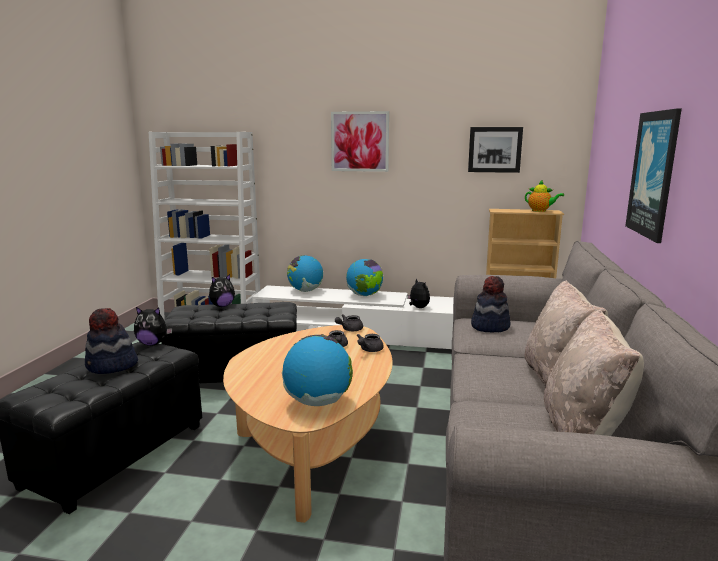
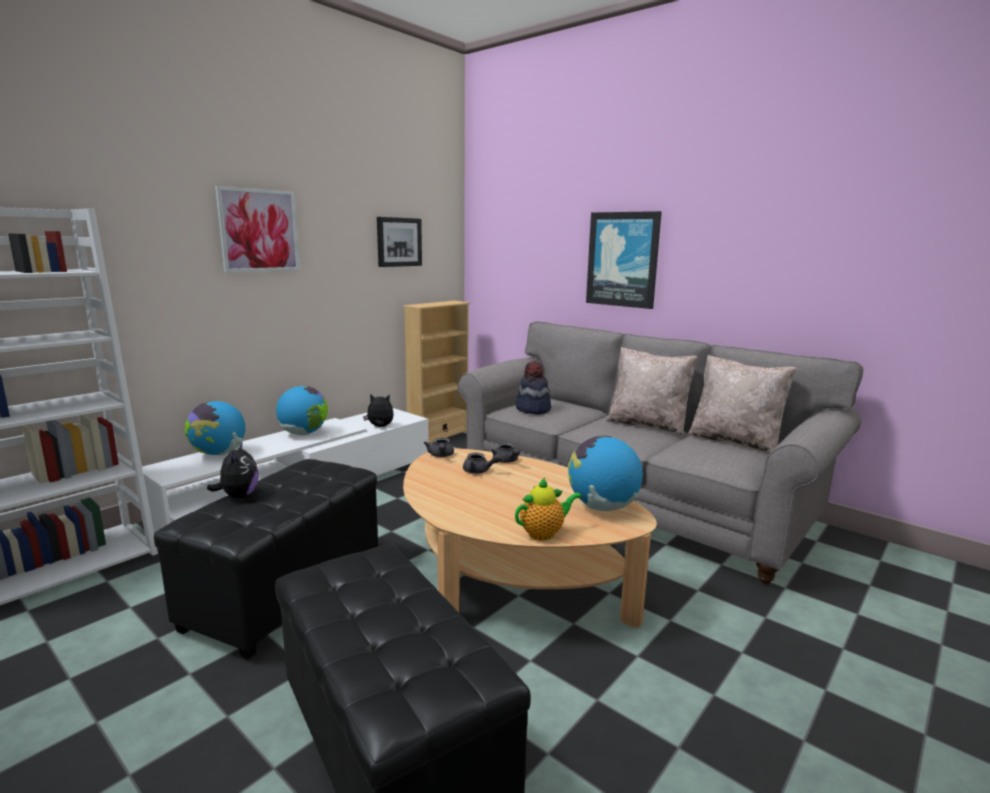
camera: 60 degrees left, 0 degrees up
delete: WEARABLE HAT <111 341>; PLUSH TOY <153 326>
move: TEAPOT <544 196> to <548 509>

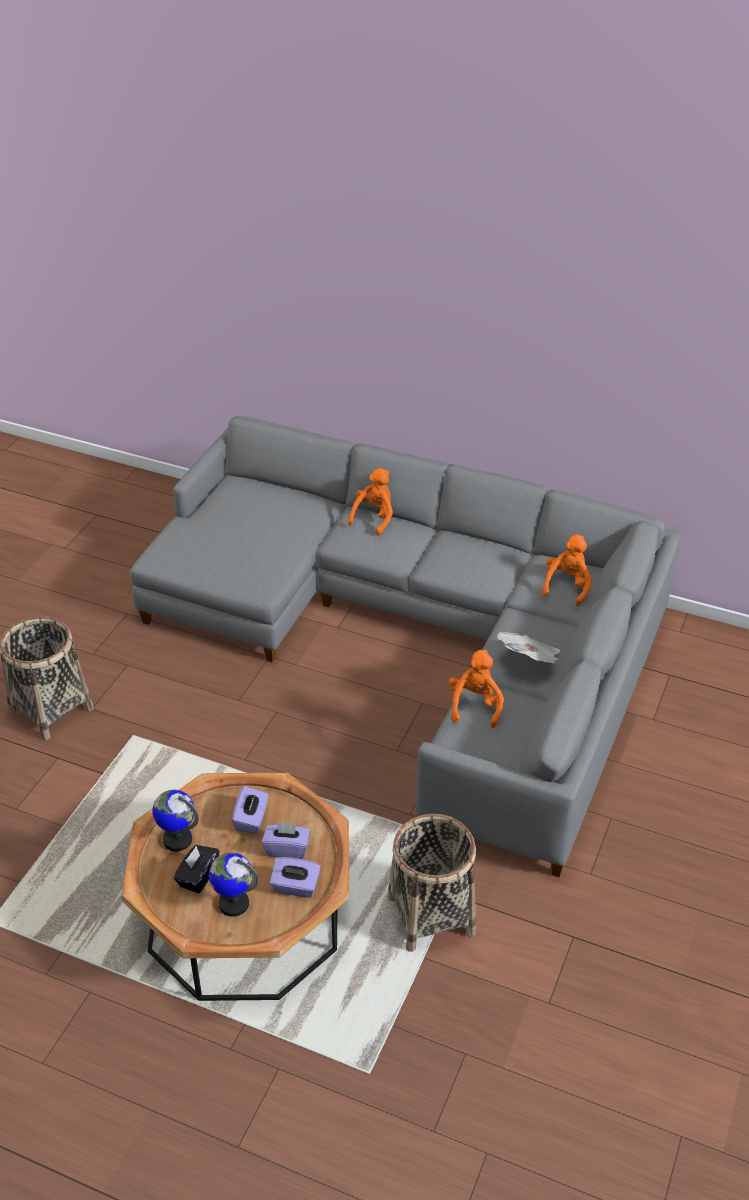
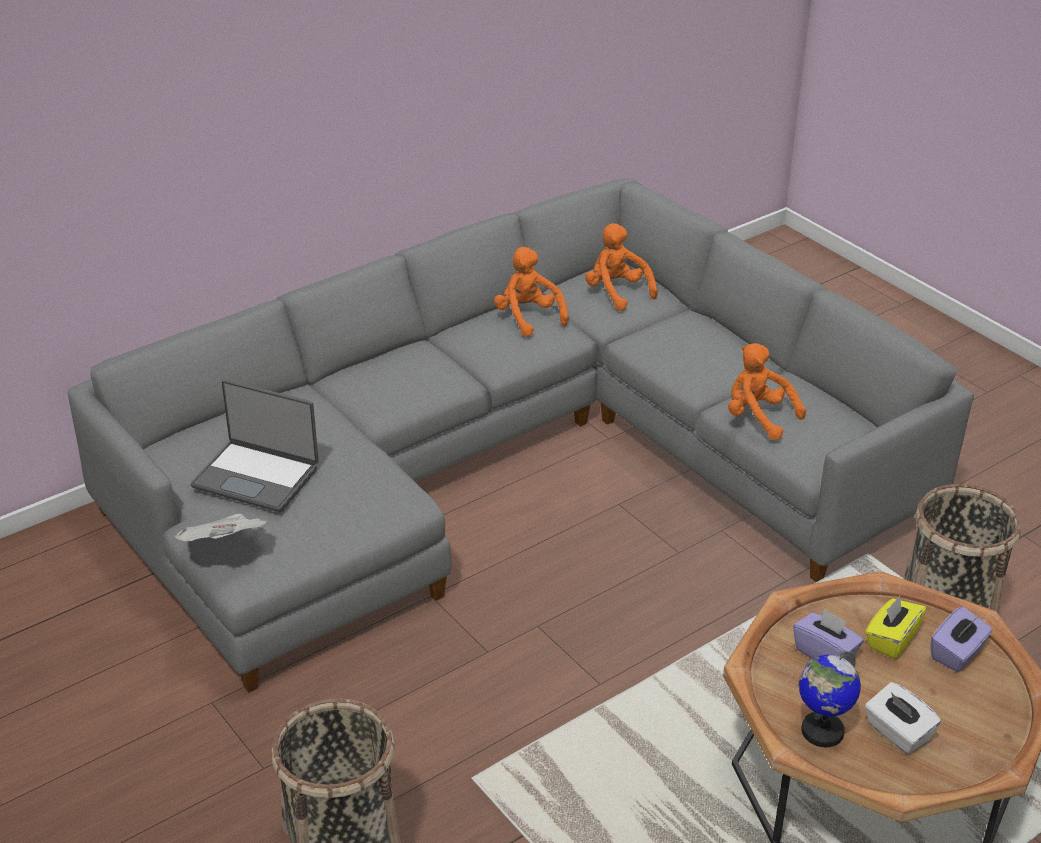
camera: 60 degrees left, 5 degrees down
delete: DESK GLOBE <234 884>
insert: NOTEBOOK COMPUTER <255 445>
move: ORANGEY PLUSH TOY <370 502> to <531 292>; NEWSPAPER <528 648> to <222 527>
recolor: BLACKISH TISSUE HOLDER <197 869> to WHITISH TISSUE HOLDER <903 718>; PURPLE-COLOURED TISSUE HOLDER <286 840> to YELLOW-COLOURED TISSUE HOLDER <896 627>

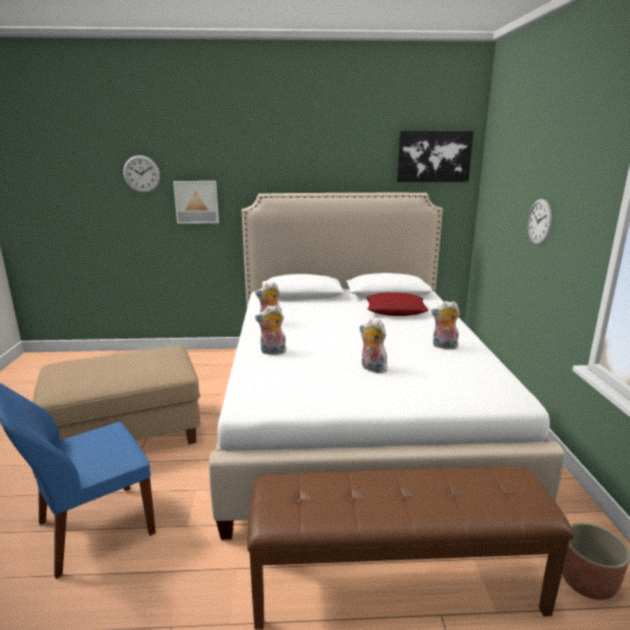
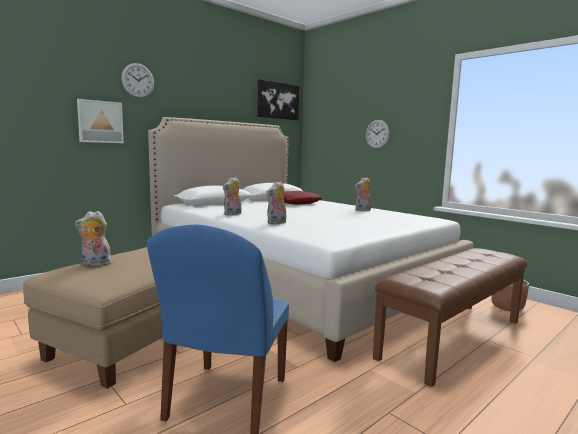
camera: 40 degrees left, 10 degrees down
move: WALL CLOCK <141 174> to <137 80>; PLUSH TOY <373 345> to <93 238>

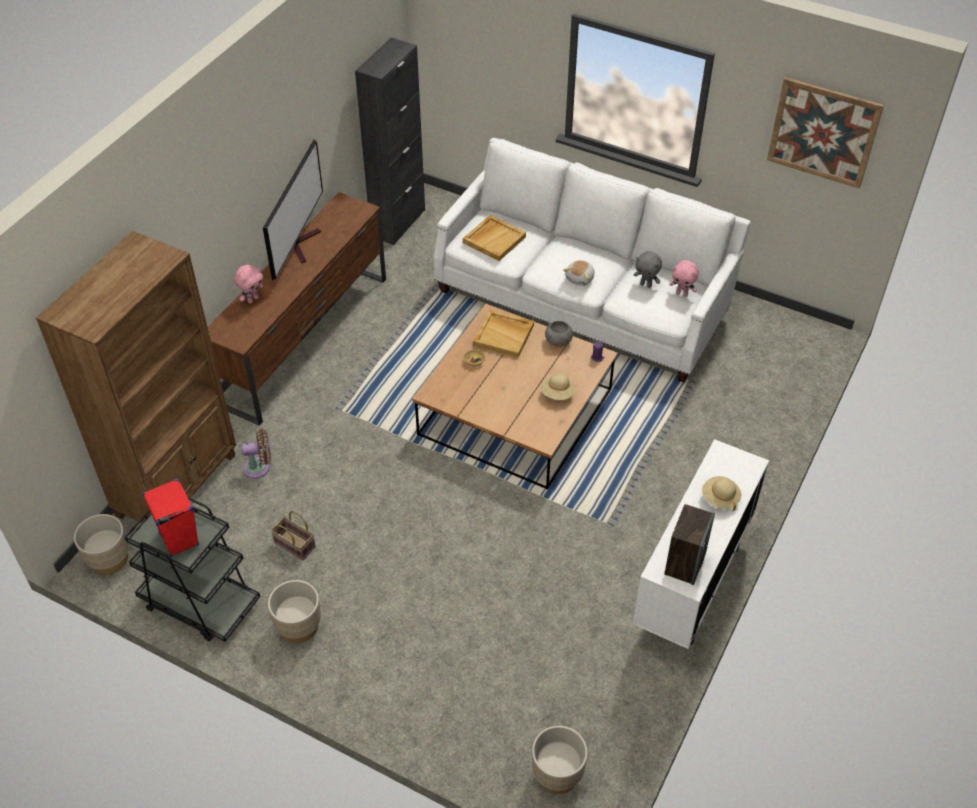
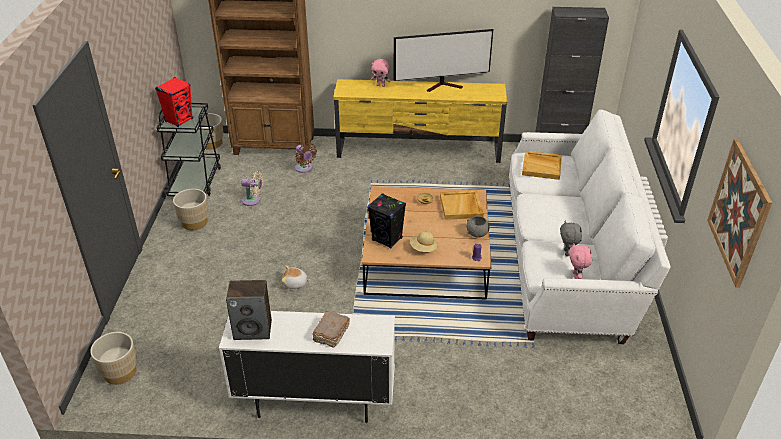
camera: 65 degrees right, 10 degrees down
insert: BLACKISH LOUDSPEAKER <387 221>
move: PLUSH TOY <579 273> to <296 277>
replace: BASKET <293 536> to SAND-COLOURED FAN <252 188>; SAND-COLOURED WEARABLE HAT <721 493> to BROWN-COLOURED BOUND BOOK <331 329>
recolor: BROWN-COLOURED MEDIA CONSOLE <297 309> to YELLOW-COLOURED MEDIA CONSOLE <420 121>

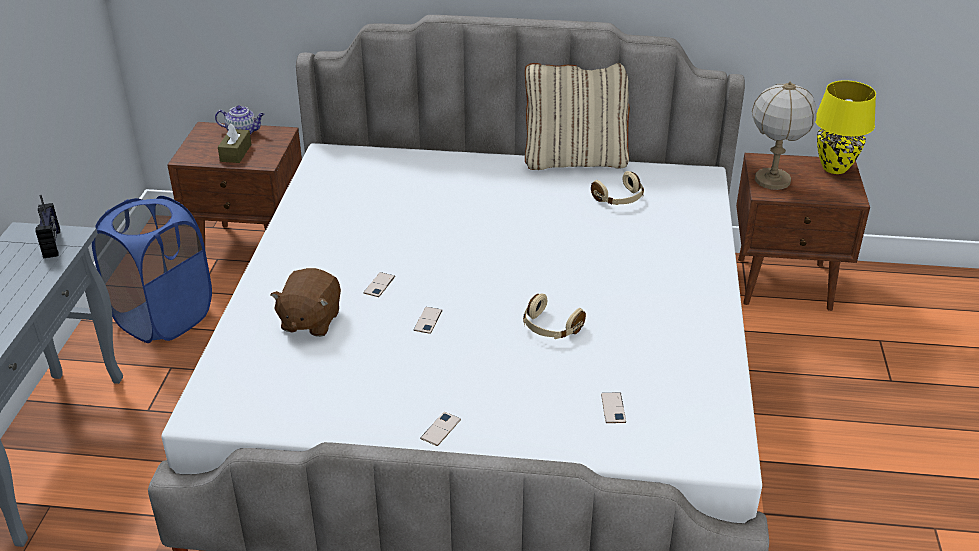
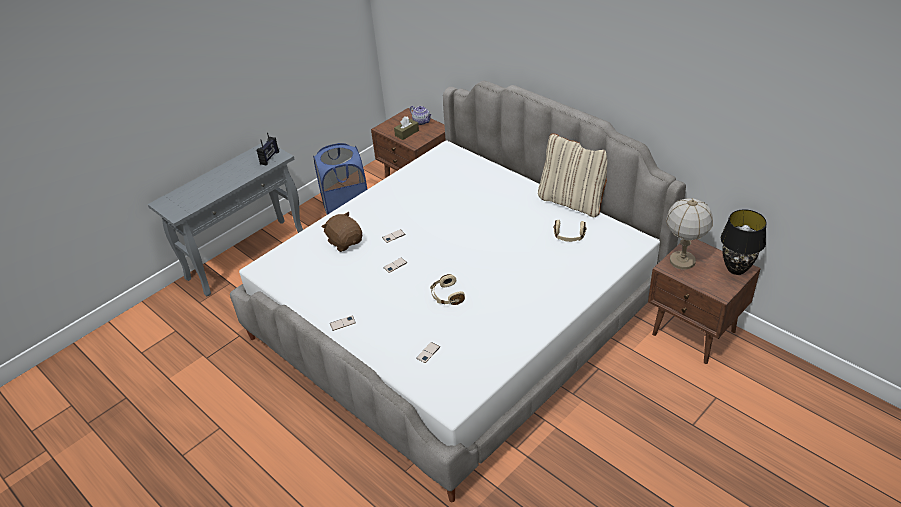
camera: 40 degrees right, 5 degrees up
recolor: YELLOW-COLOURED LAMP FOR A TABLE <846 127> to BLACKISH LAMP FOR A TABLE <743 242>
rotate: BROWN-COLOURED PLUSH TOY <305 302> = <341 232> 90 degrees clockwise

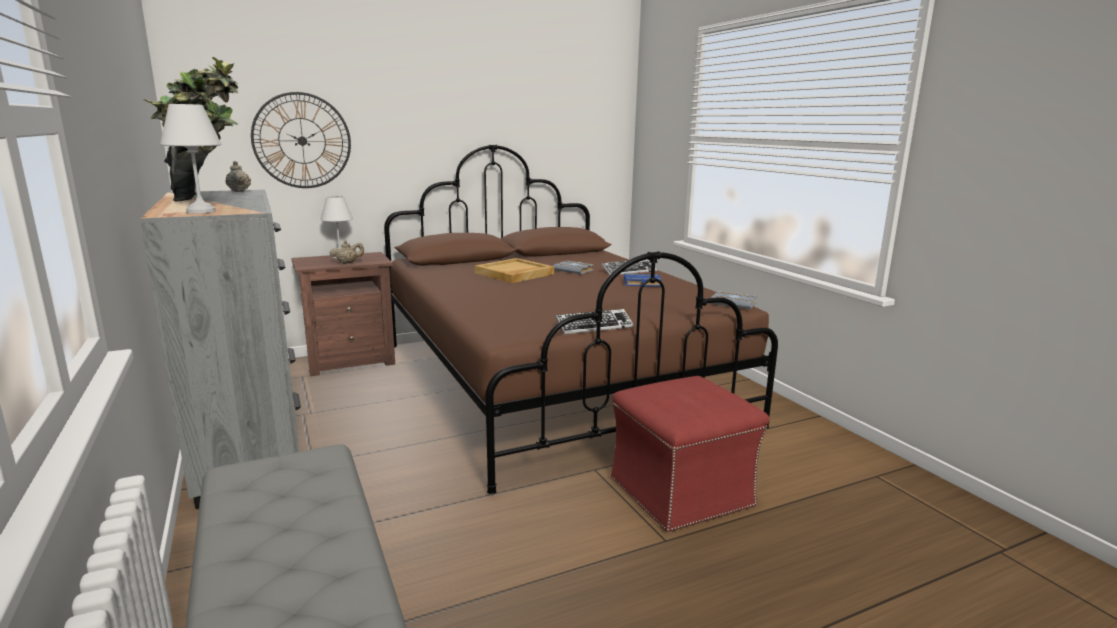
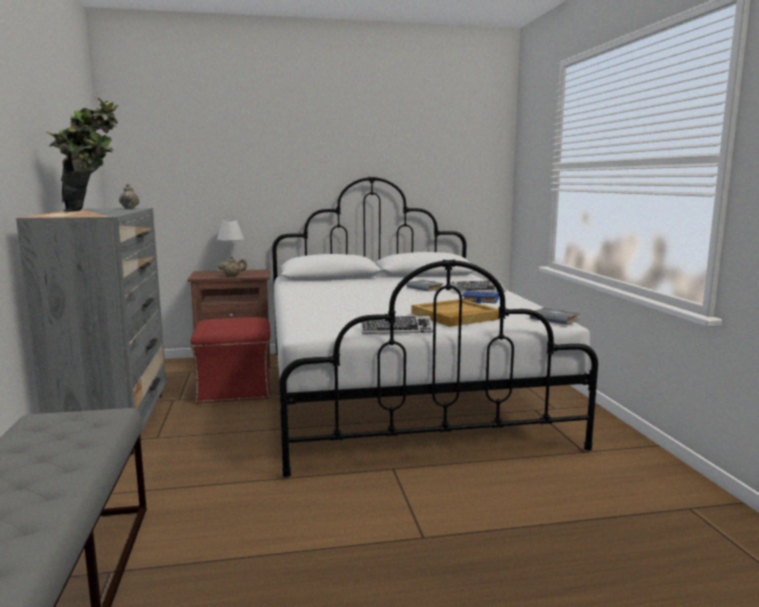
camera: 15 degrees right, 5 degrees down
delete: WHITISH LAMP FOR A TABLE <191 158>; WALL CLOCK <301 140>
move: SAND-COLOURED CARRYING TRAY <514 270> to <455 313>; RED-COLOURED OTTOMAN <690 454> to <231 360>
recolor: BROWN-COLOURED SLEEPING BED <581 319> to WHITISH SLEEPING BED <435 327>

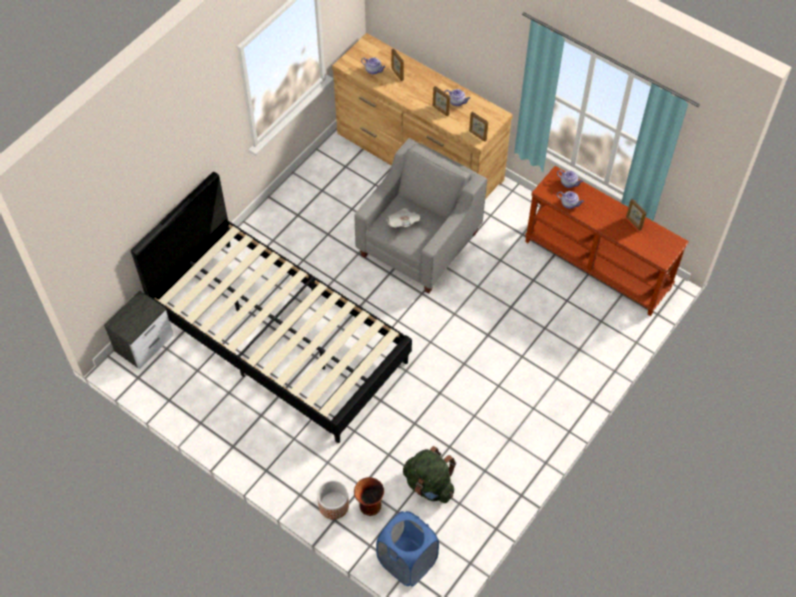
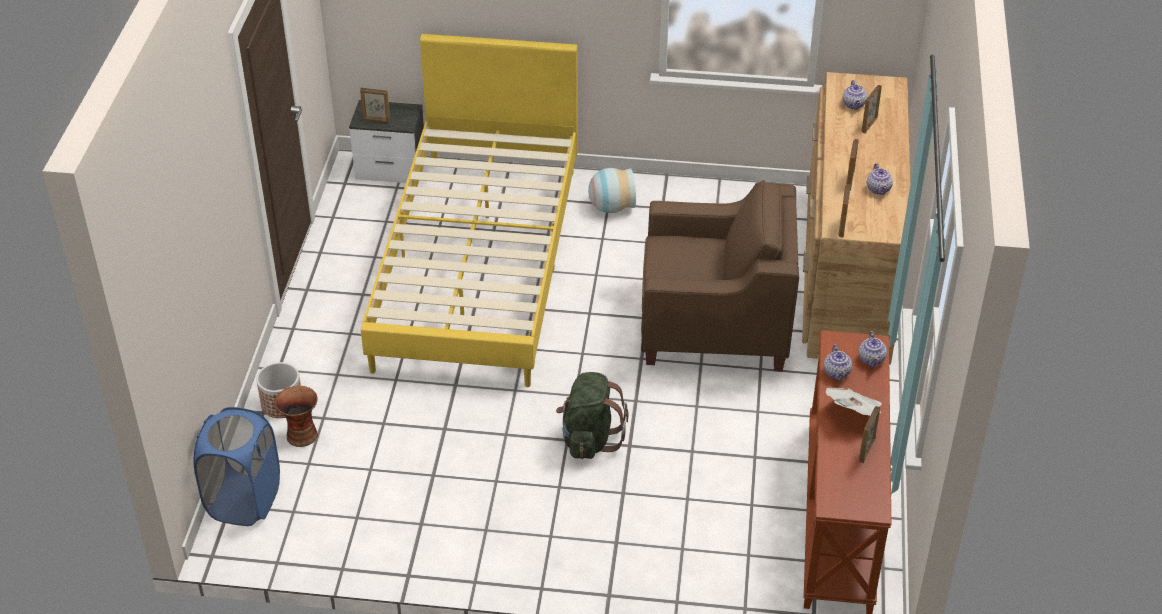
camera: 60 degrees right, 15 degrees down
insert: PICTURE FRAME <375 105>; VASE <612 190>
move: NEWSPAPER <403 218> to <854 402>; GREEN KNAPSACK <429 474> to <592 415>
recolor: BLACKISH SLEEPING BED <271 307> to YELLOW-COLOURED SLEEPING BED <469 210>; GREY EASY CHAIR <420 216> to BROWN-COLOURED EASY CHAIR <720 276>

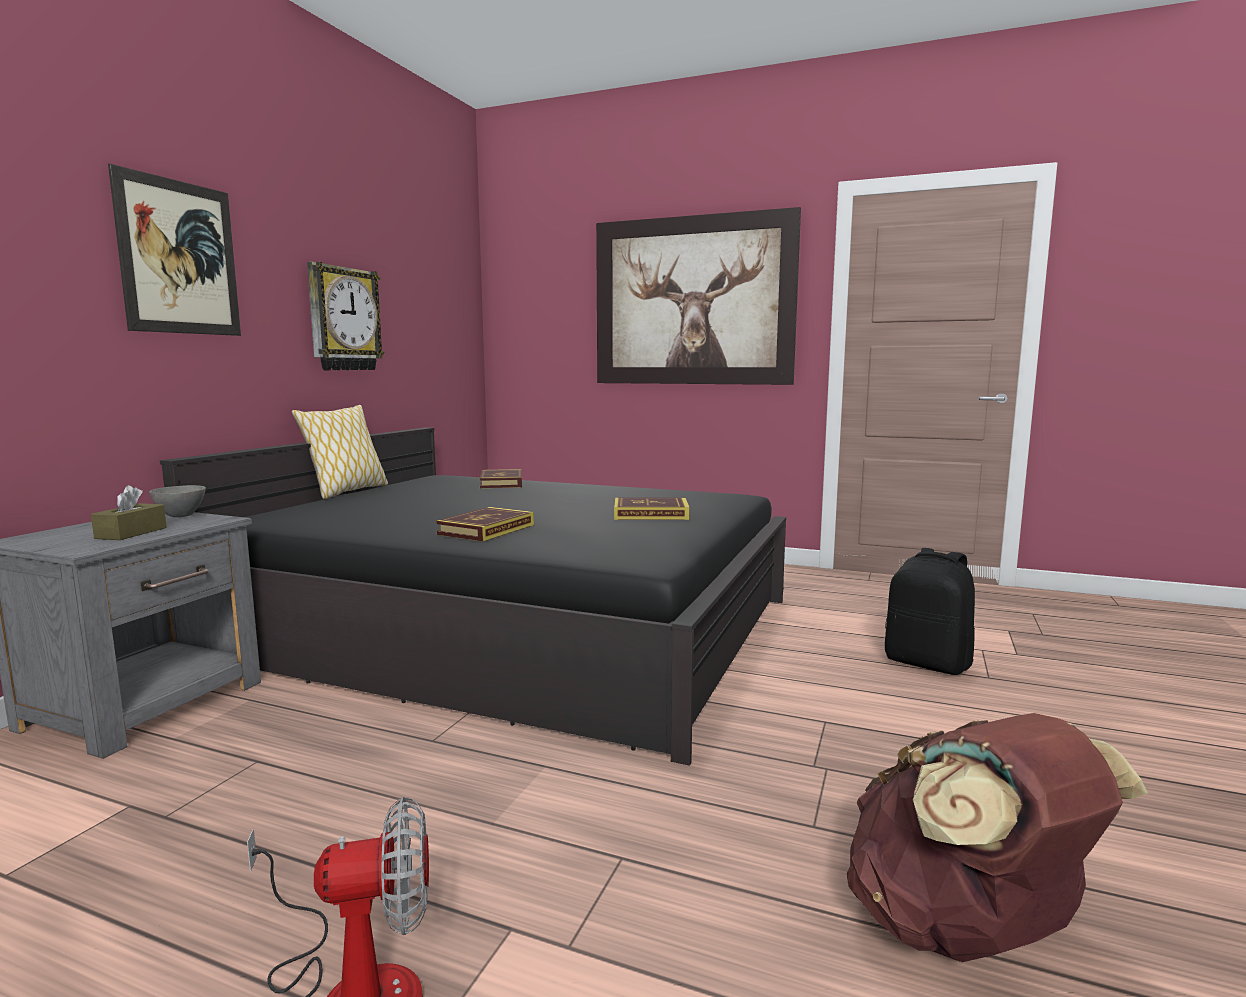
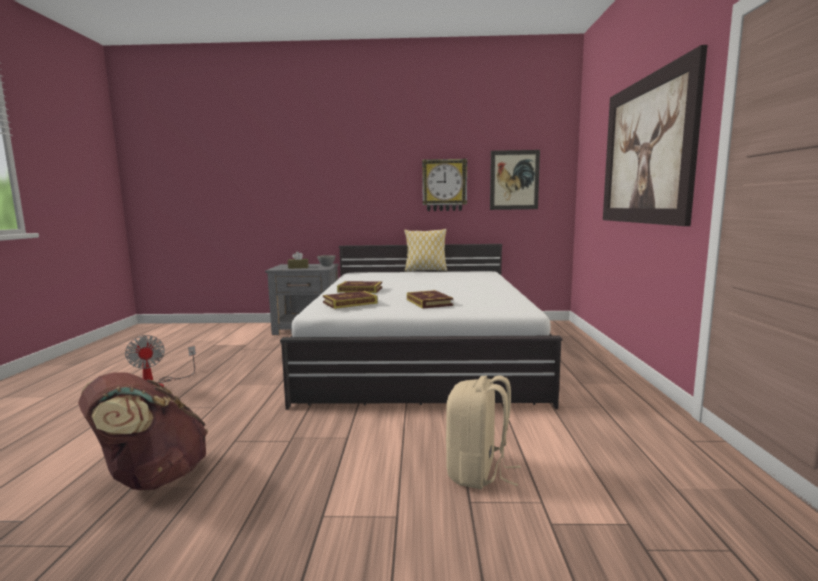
camera: 70 degrees right, 0 degrees up
move: WALL ART <174 250> to <515 180>; BOUND BOOK <500 478> to <350 300>
recolor: BLACKISH SLEEPING BED <473 596> to WHITISH SLEEPING BED <421 327>; BLACKISH KNAPSACK <930 611> to SAND-COLOURED KNAPSACK <483 432>

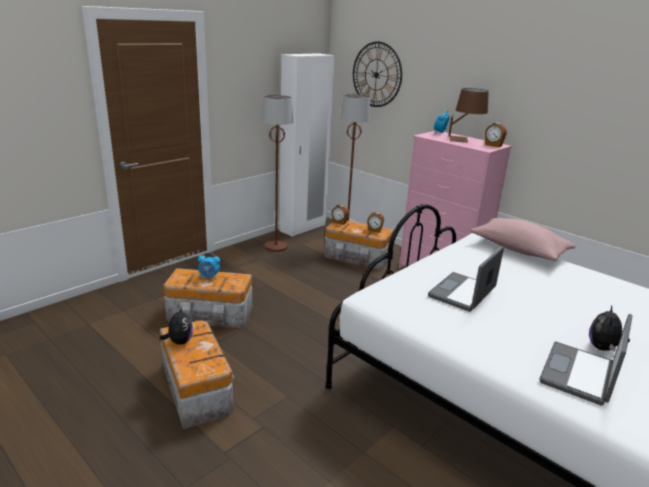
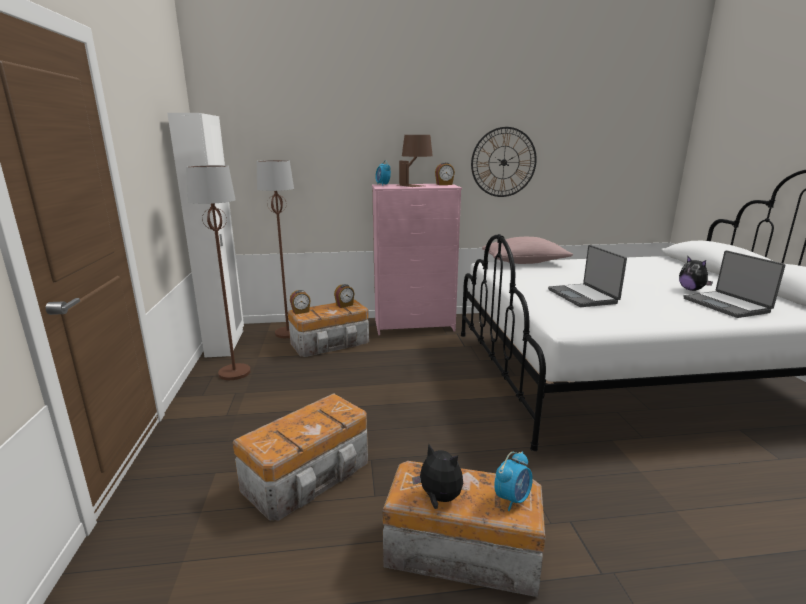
camera: 50 degrees left, 5 degrees down
move: TABLE CLOCK <209 266> to <513 481>; WALL CLOCK <377 74> to <504 162>

